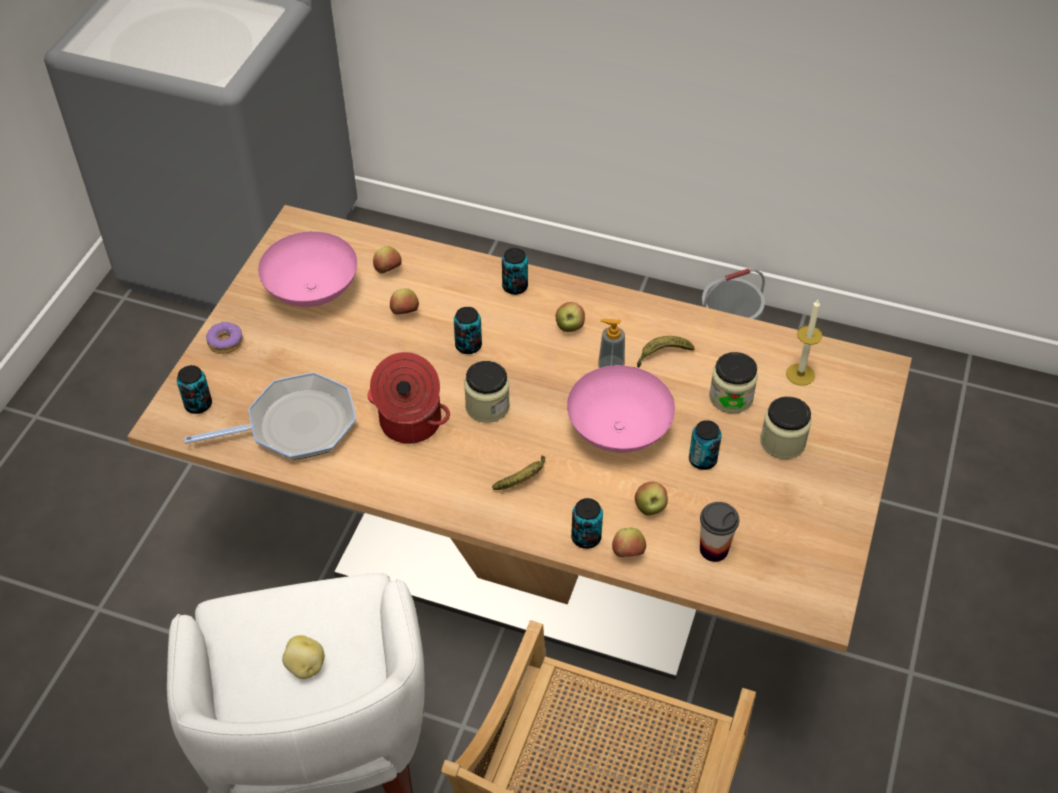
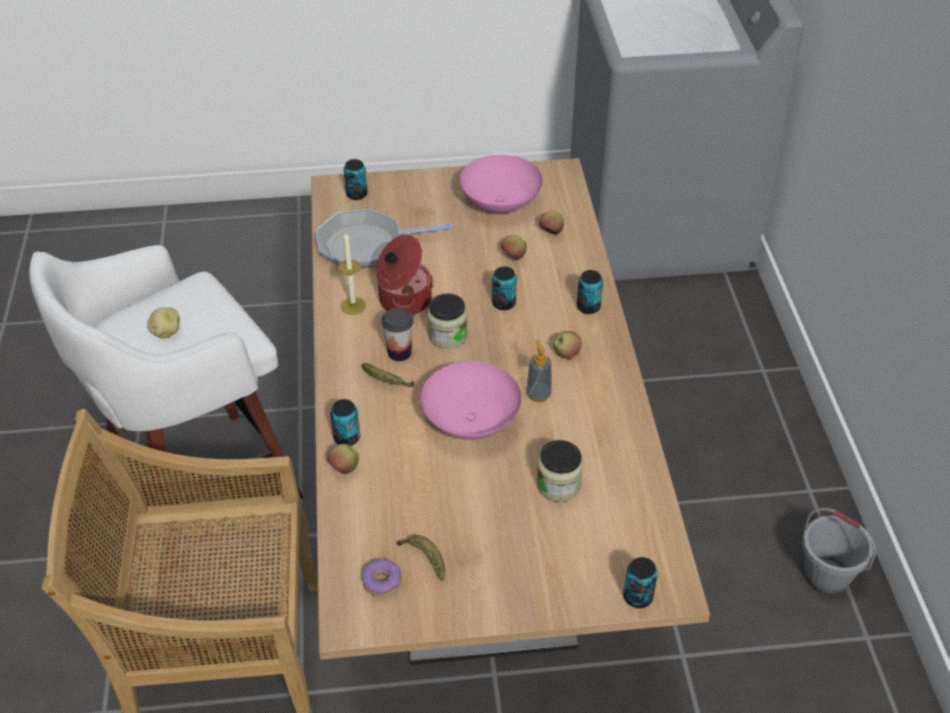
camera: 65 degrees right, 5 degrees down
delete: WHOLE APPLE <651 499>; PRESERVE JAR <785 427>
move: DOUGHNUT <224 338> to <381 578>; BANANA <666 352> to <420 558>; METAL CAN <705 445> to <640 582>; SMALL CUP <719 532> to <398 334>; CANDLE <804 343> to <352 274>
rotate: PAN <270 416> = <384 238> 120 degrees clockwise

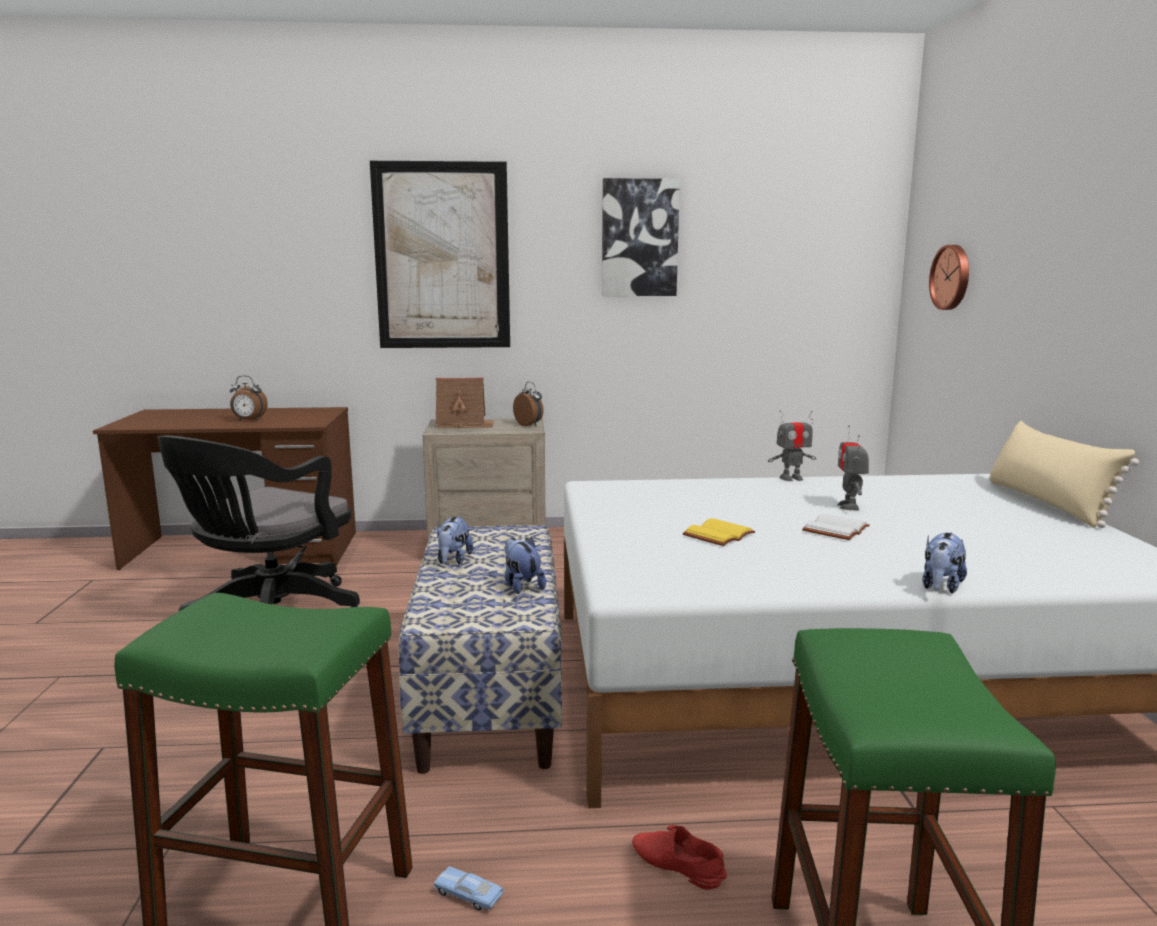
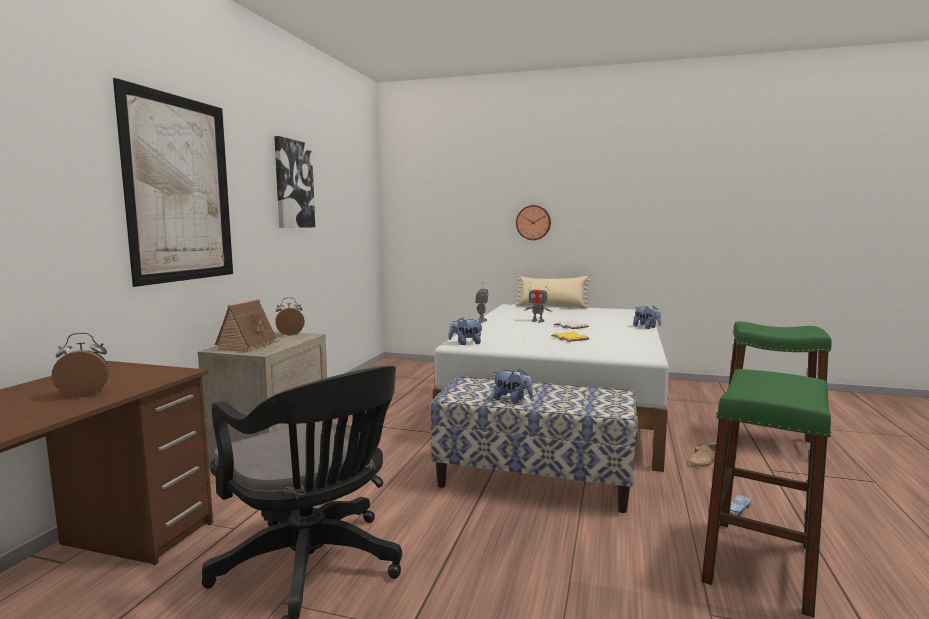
camera: 70 degrees left, 5 degrees down
move: PLUSH TOY <525 565> to <466 331>; WALL CLOCK <949 277> to <533 222>
recolor: RED-COLOURED ITEM OF FOOTWEAR <679 857> to SAND-COLOURED ITEM OF FOOTWEAR <703 454>
rotate: TABLE CLOCK <249 398> = <80 365> 135 degrees counterclockwise

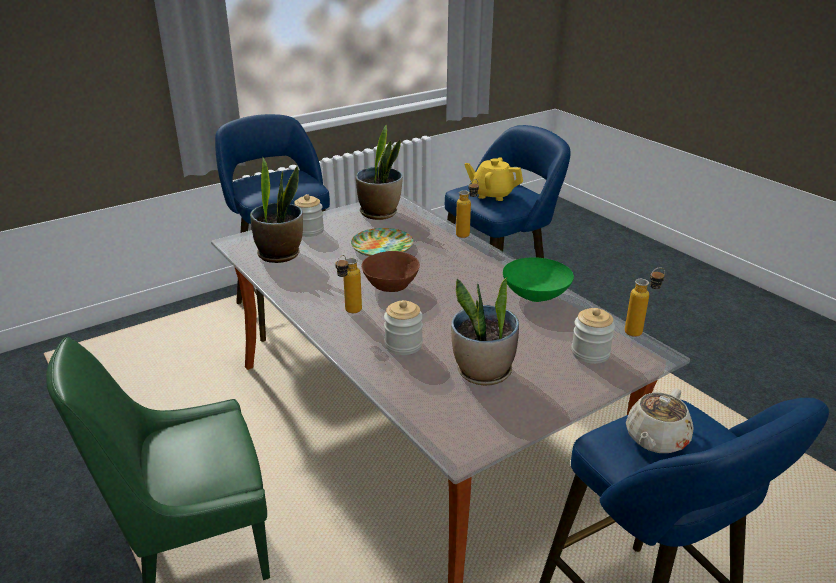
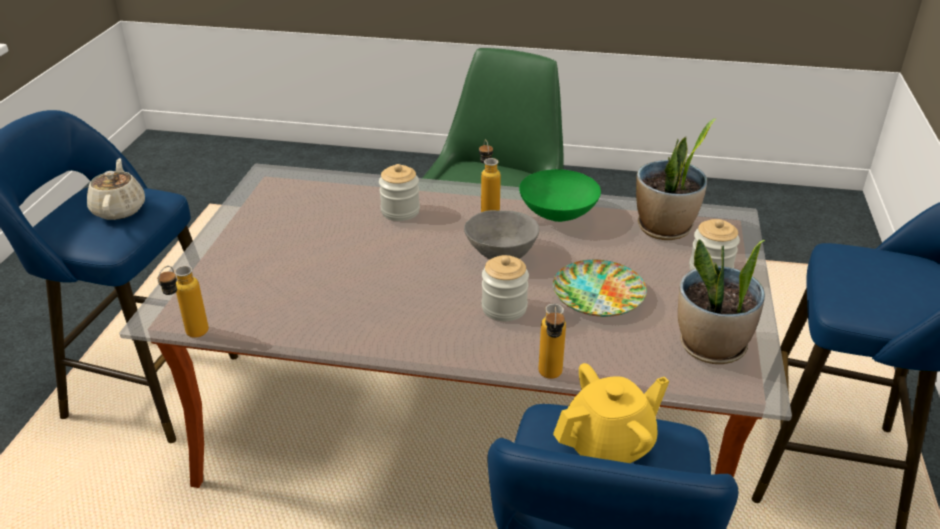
camera: 135 degrees right, 5 degrees up
delete: POTTED PLANT <485 331>
move: GREEN BOWL <538 279> to <560 195>; PRESERVE JAR <593 336> to <505 288>
recolor: BROWN-COLOURED BOWL <390 271> to GREY BOWL <502 234>

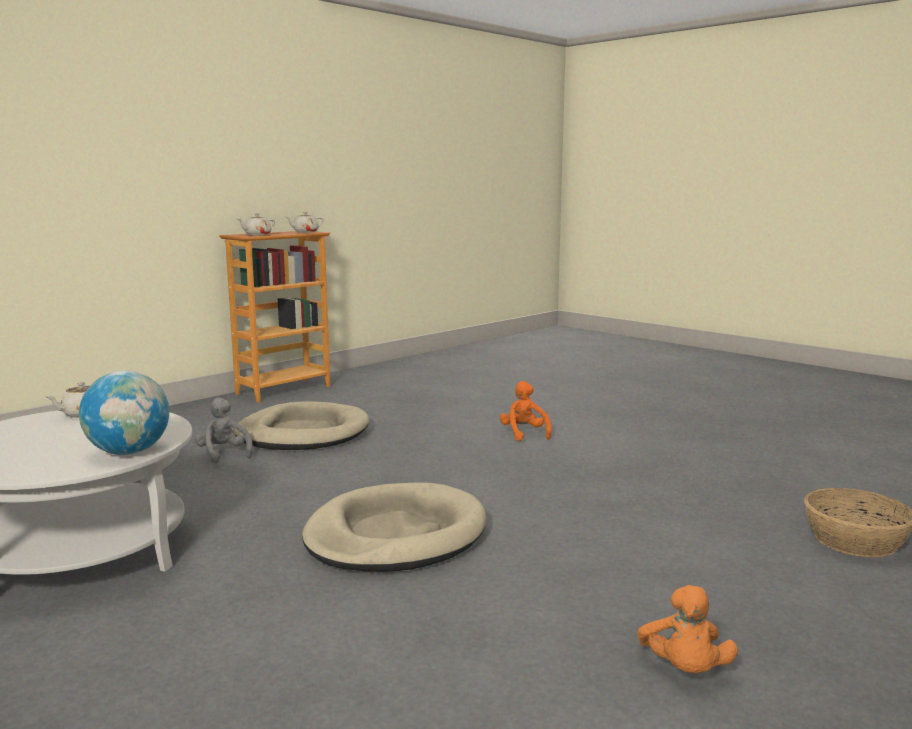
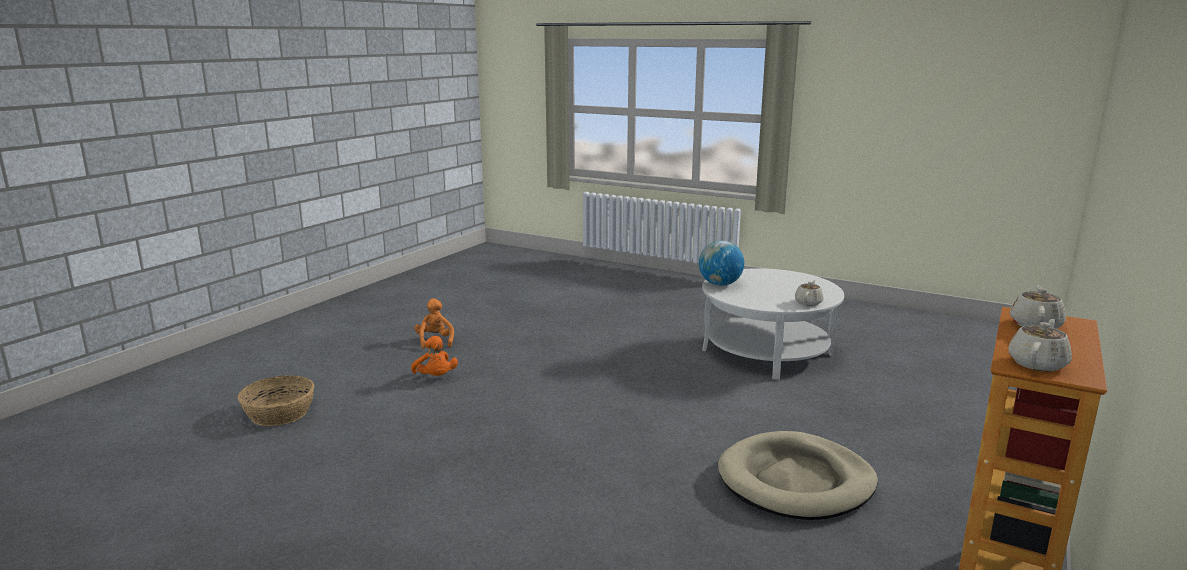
camera: 165 degrees right, 5 degrees up
delete: GREY PLUSH TOY <224 430>; SAND-COLOURED DOG BED <394 527>
move: ORANGEY PLUSH TOY <526 411> to <434 356>

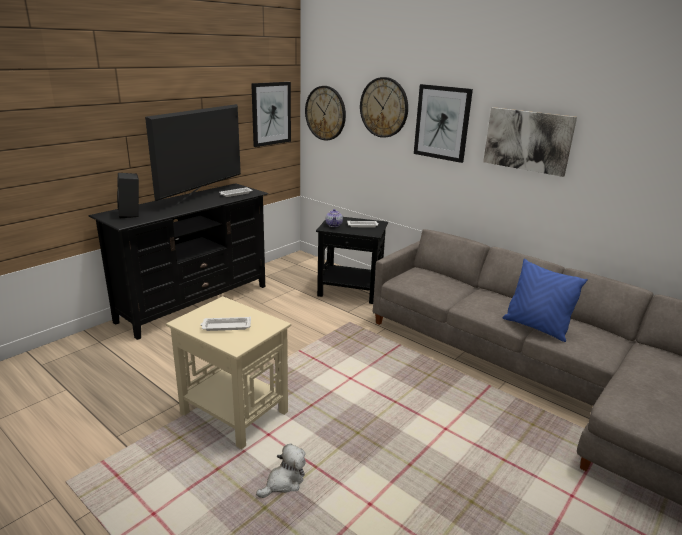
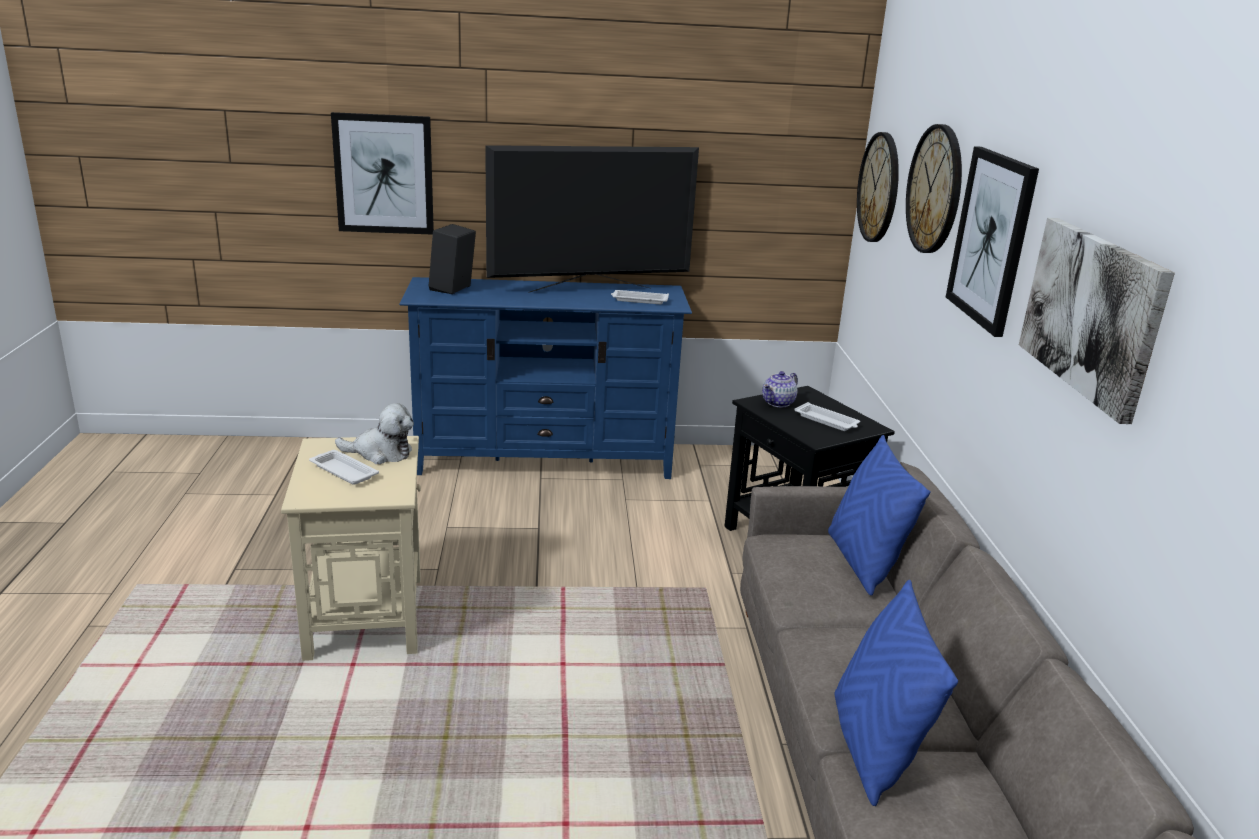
camera: 45 degrees right, 0 degrees up
insert: BLUE-COLOURED THROW PILLOW <879 515>
move: WALL ART <271 114> to <382 173>; PLUSH TOY <281 471> to <374 433>
recolor: BLACKISH MEDIA CONSOLE <178 261> to BLUE-COLOURED MEDIA CONSOLE <545 378>

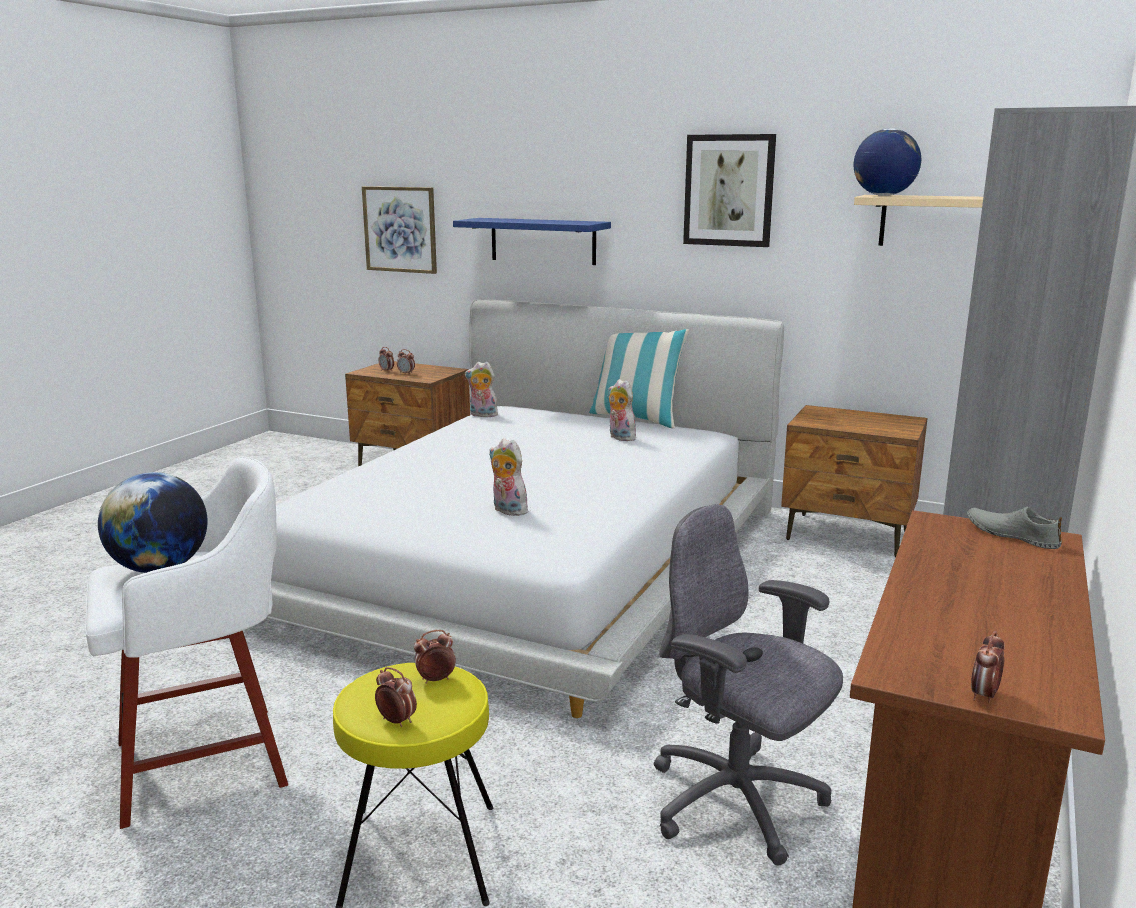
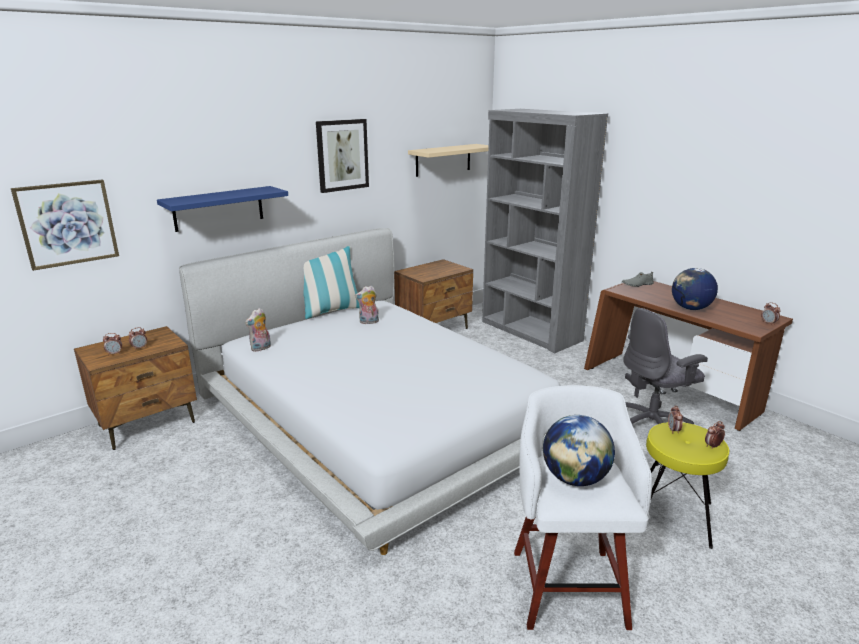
camera: 65 degrees left, 5 degrees up
delete: PLUSH TOY <508 477>
move: DESK GLOBE <887 162> to <695 289>

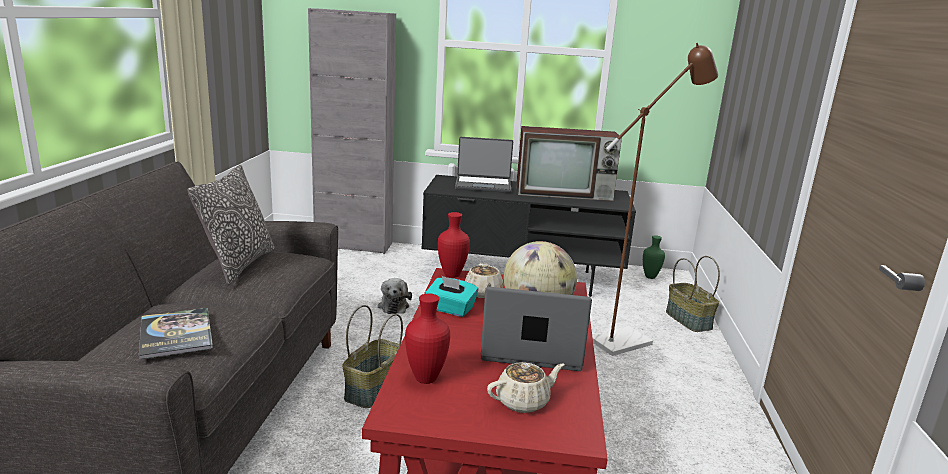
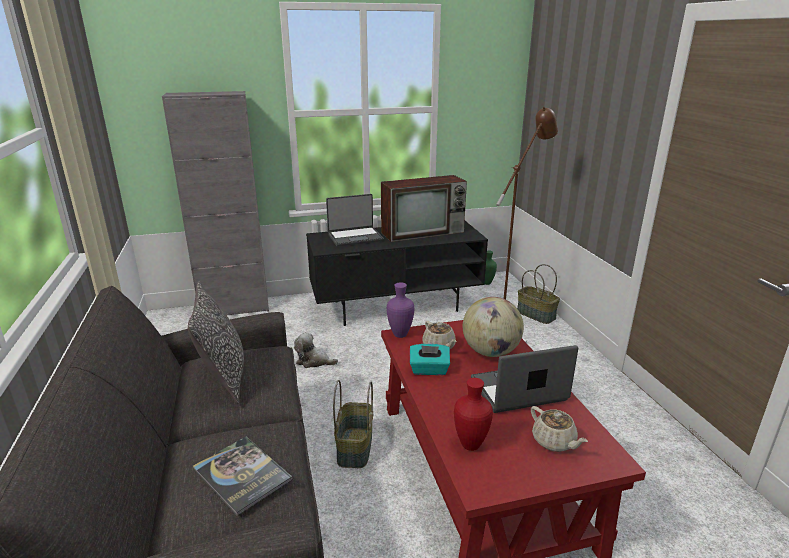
camera: 20 degrees left, 5 degrees up
recolor: RED-COLOURED VASE <454 245> to PURPLE-COLOURED VASE <400 310>
rotate: PLUSH TOY <395 296> = <316 350> 135 degrees clockwise; SAND-COLOURED TEAPOT <526 387> = <559 429> 105 degrees clockwise

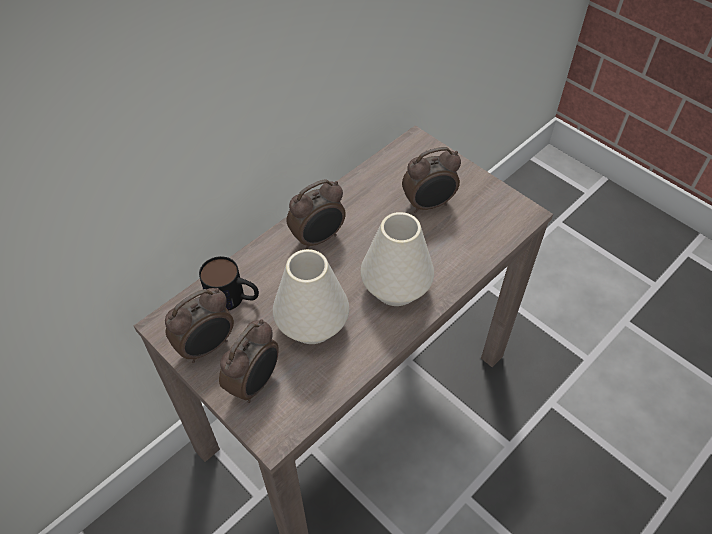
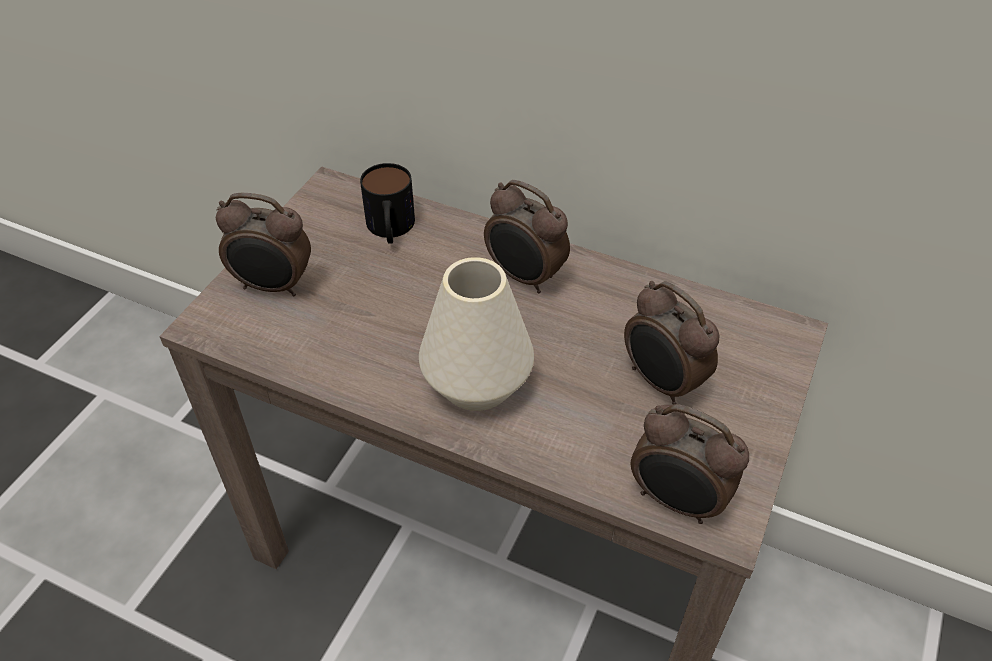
camera: 70 degrees right, 5 degrees down
delete: WHITISH VASE <311 296>
move: TABLE CLOCK <199 325> to <690 464>

